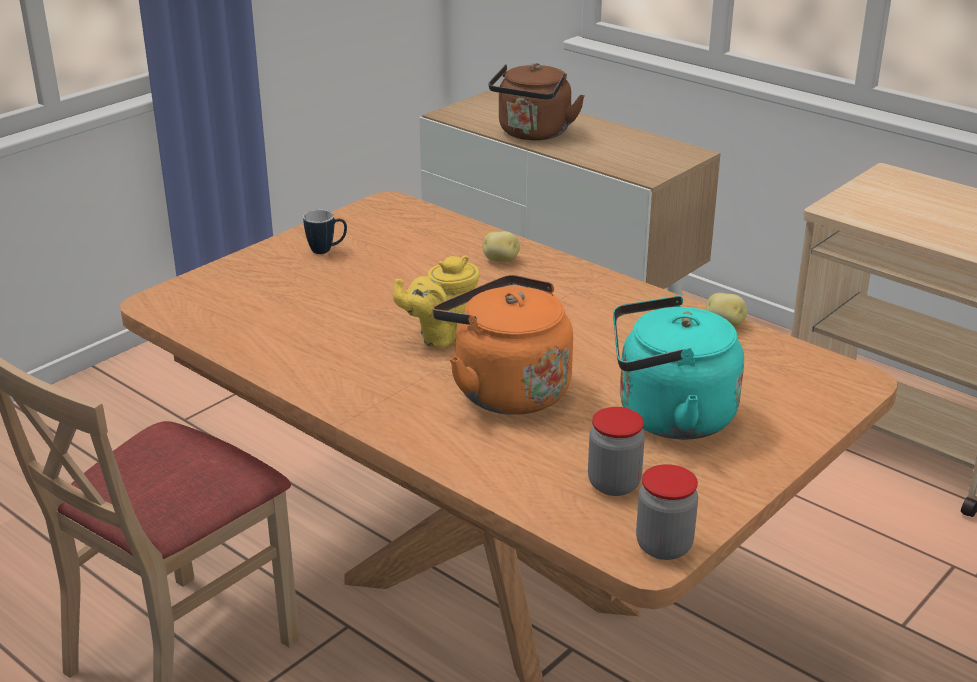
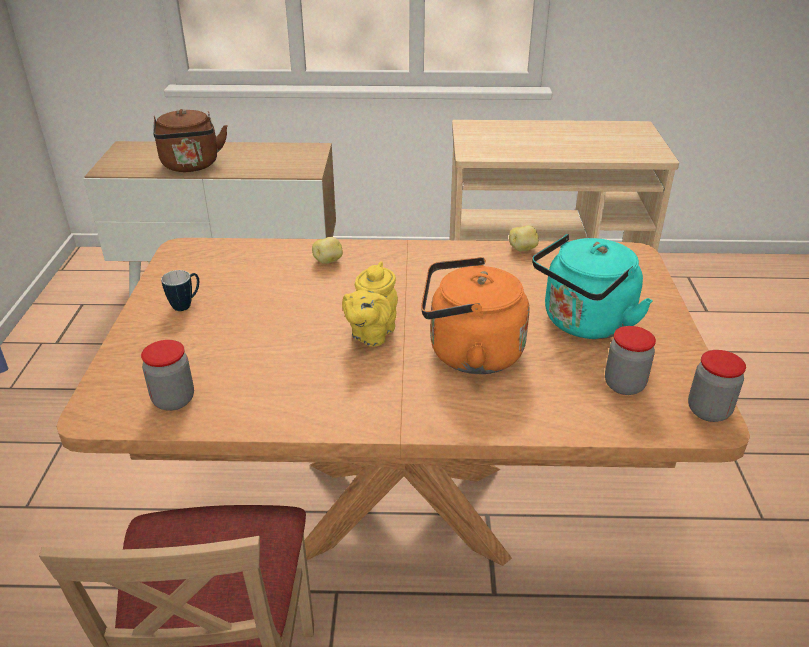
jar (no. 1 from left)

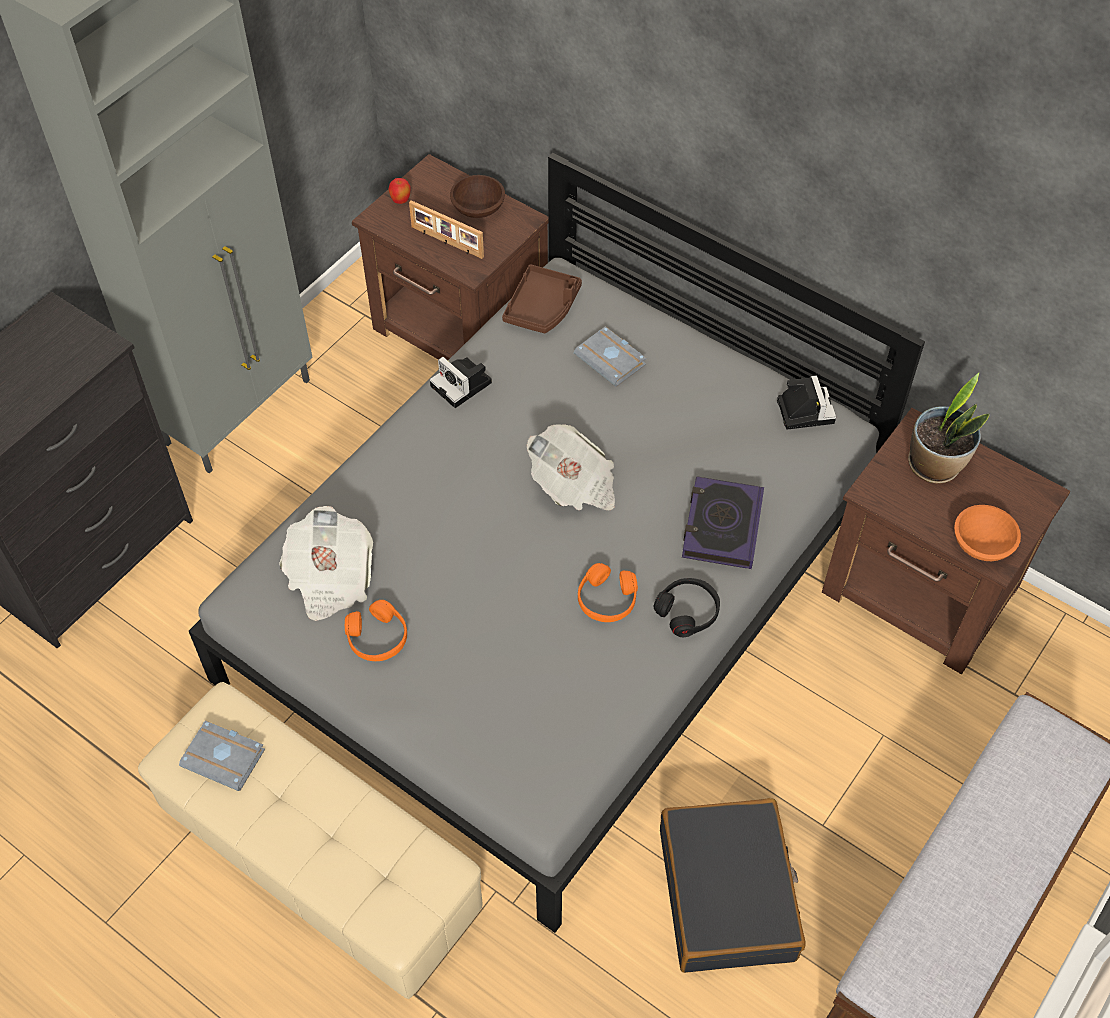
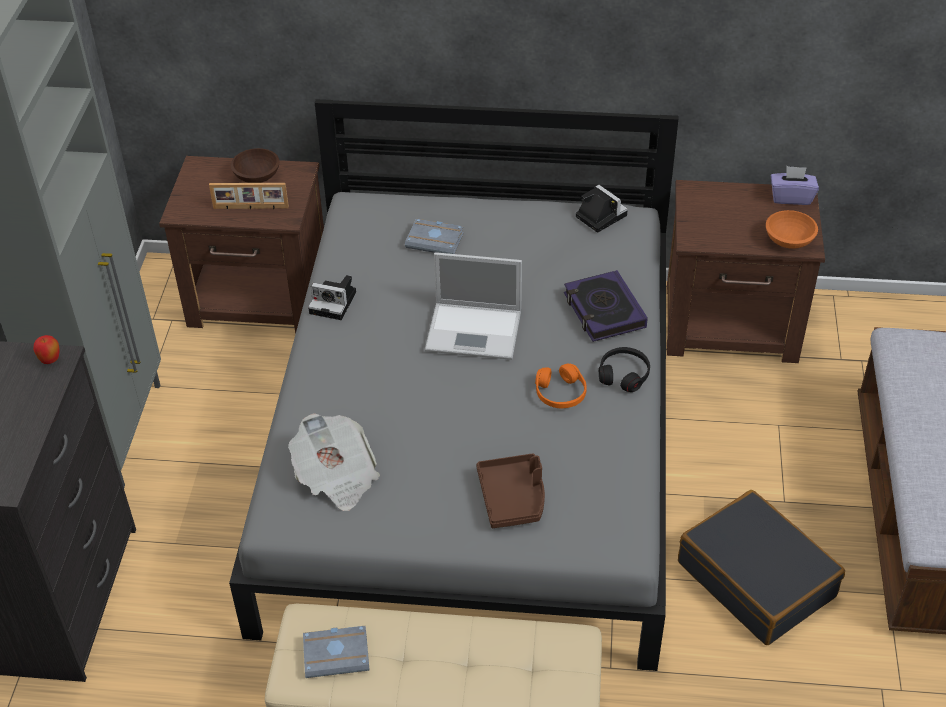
apple
laptop
tray (brown)
tissue box (purple)
headphones (orange) (no. 1 from left in the first image)
potted plant

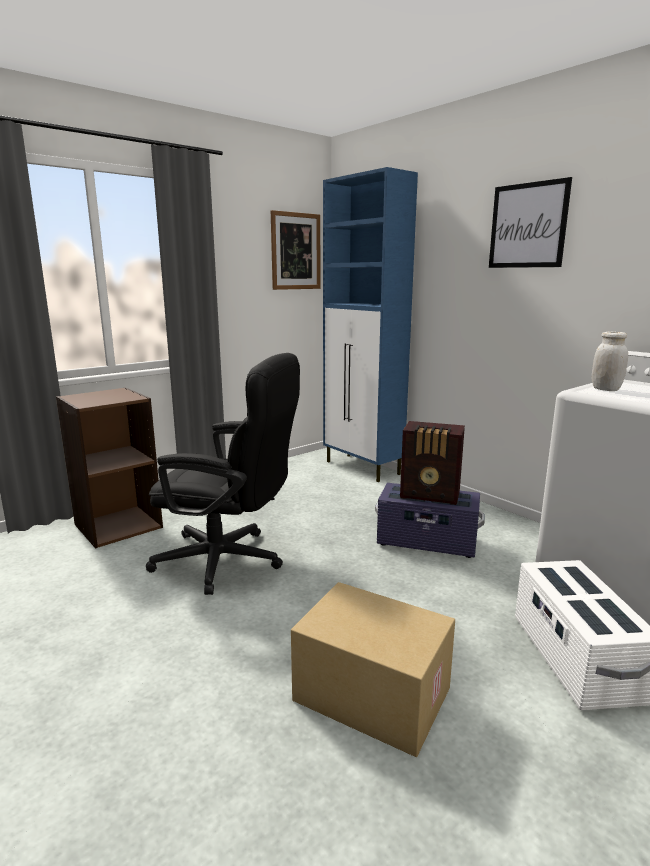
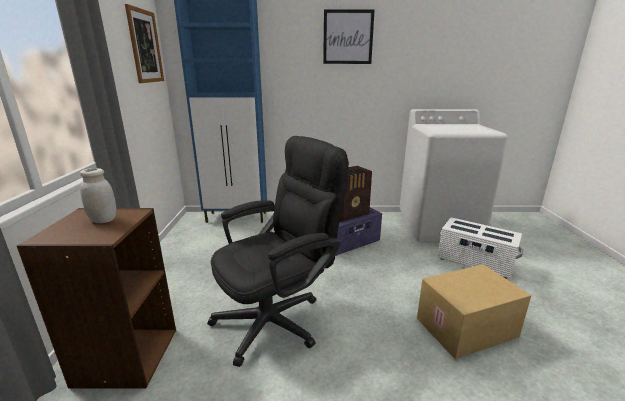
jar (white)

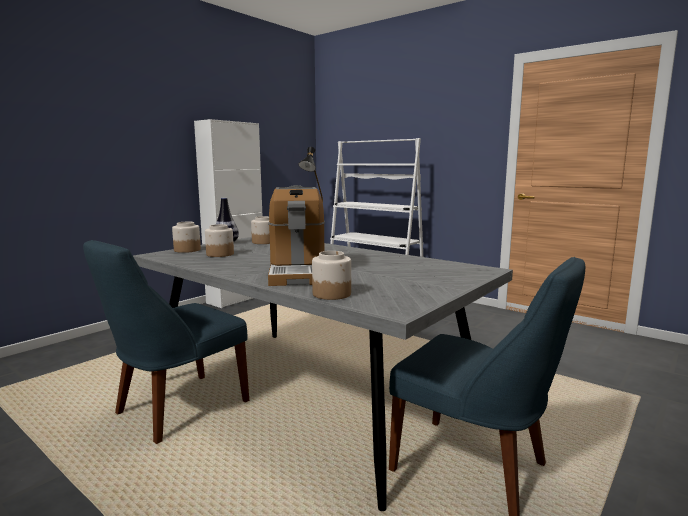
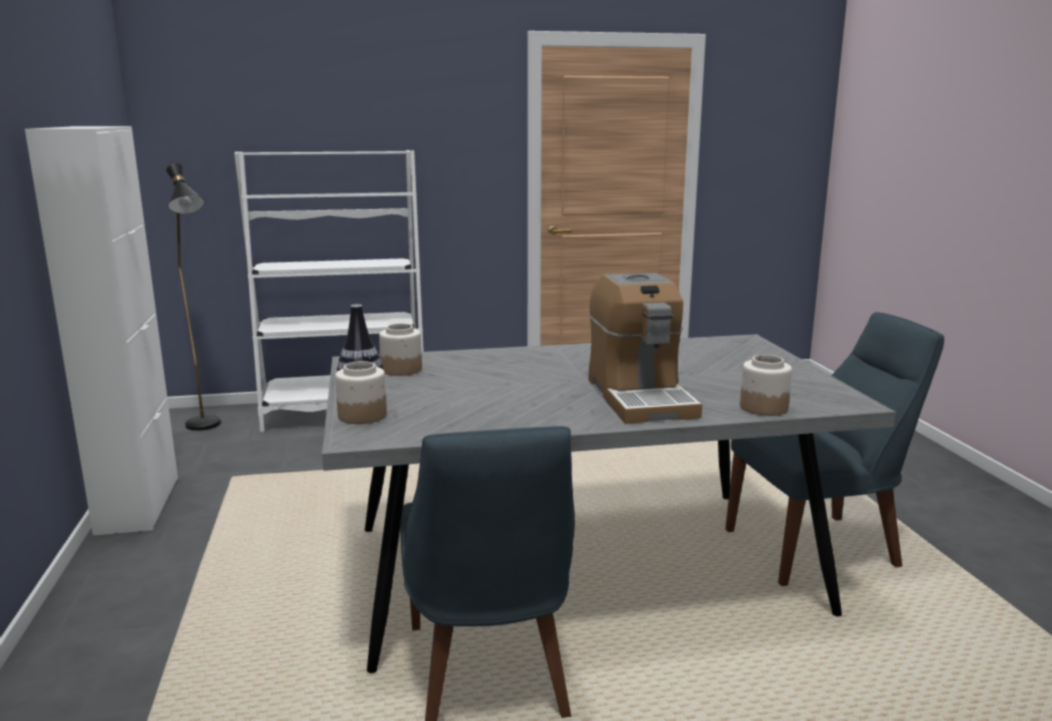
coffee machine
jar (no. 2 from left in the first image)

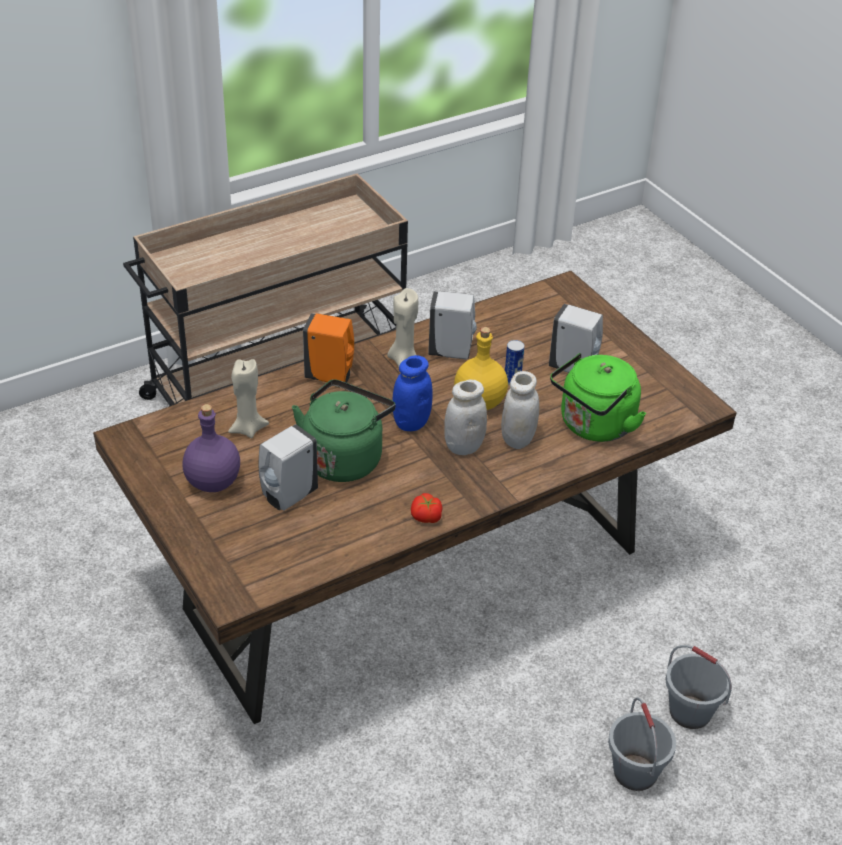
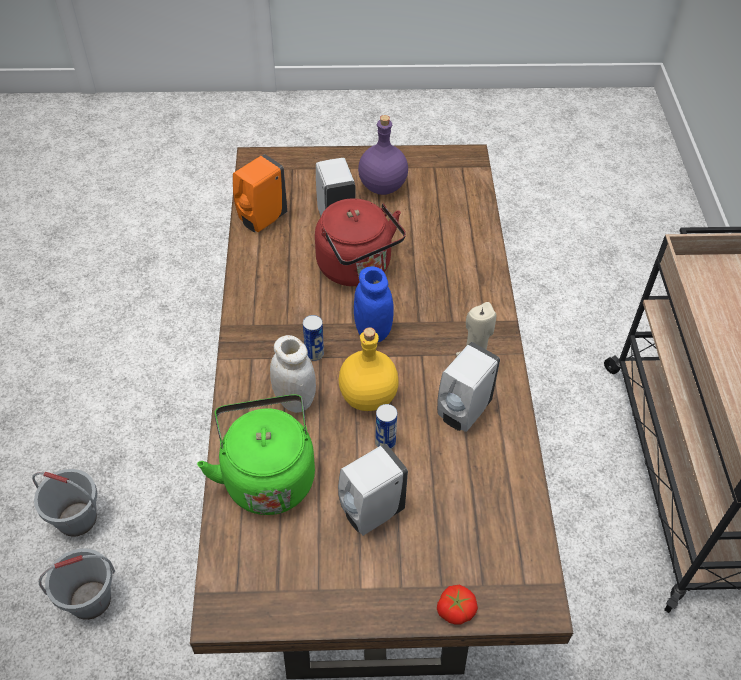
soap dispenser (orange)
can (no. 1 from left)
kettle (red)
tomato
candle (beige) (no. 1 from left in the first image)

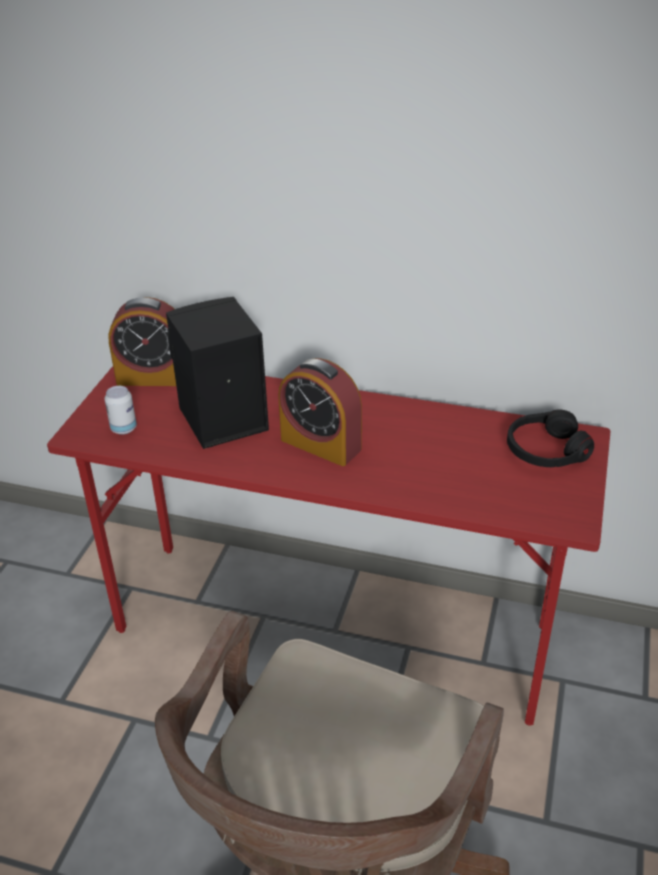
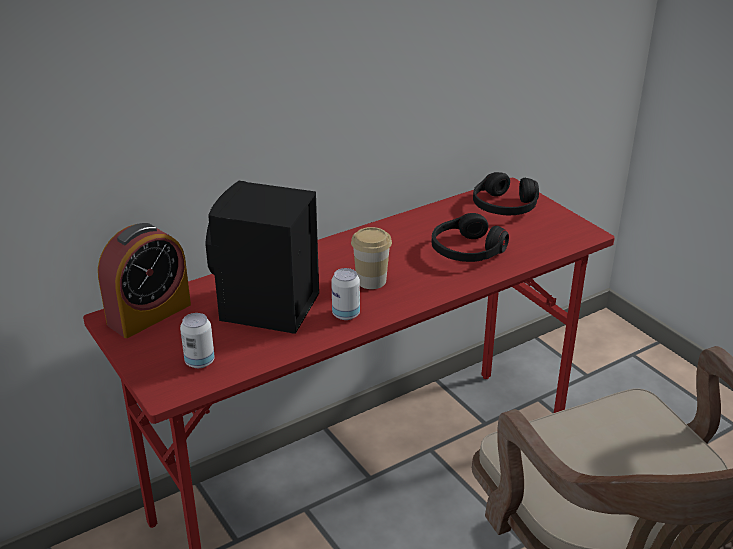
can (no. 2 from left)
cup
headphones (black) (no. 1 from left)

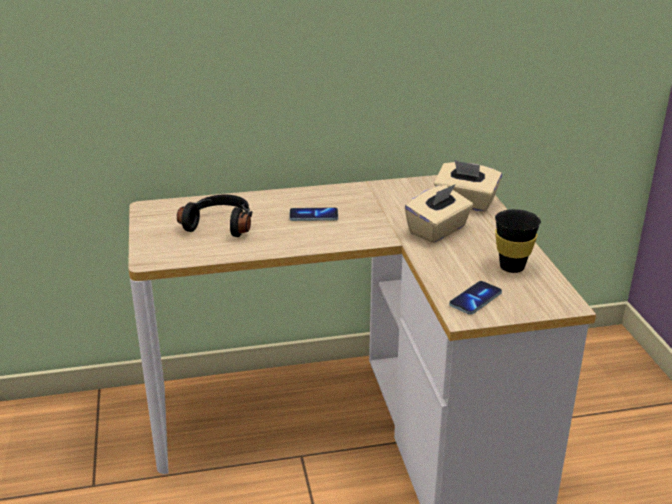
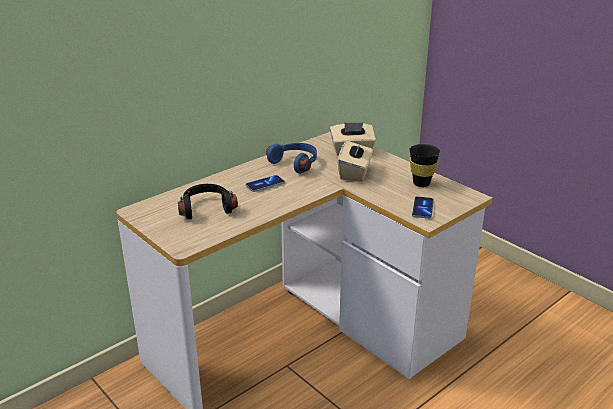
headphones (blue)

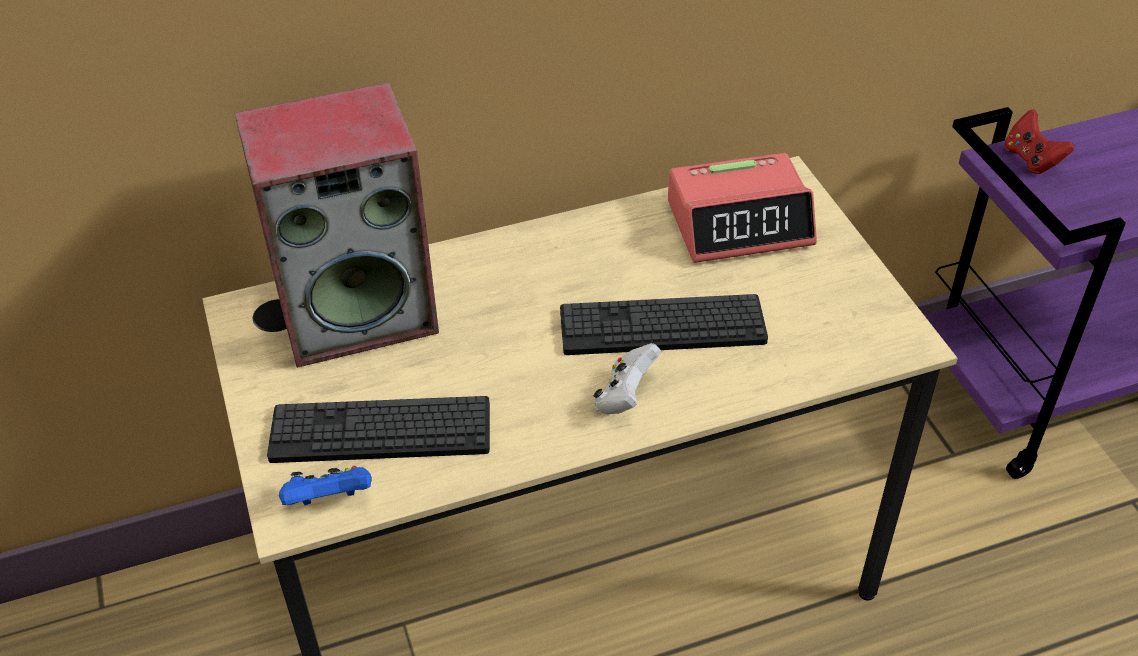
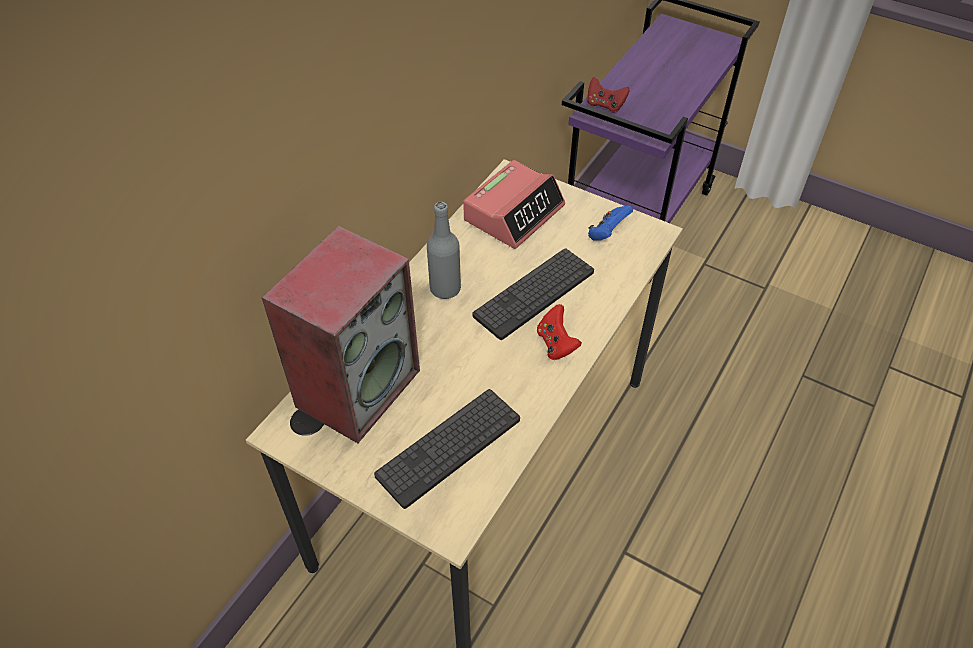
bottle (grey)
game controller (red) (no. 1 from left)
game controller (blue)

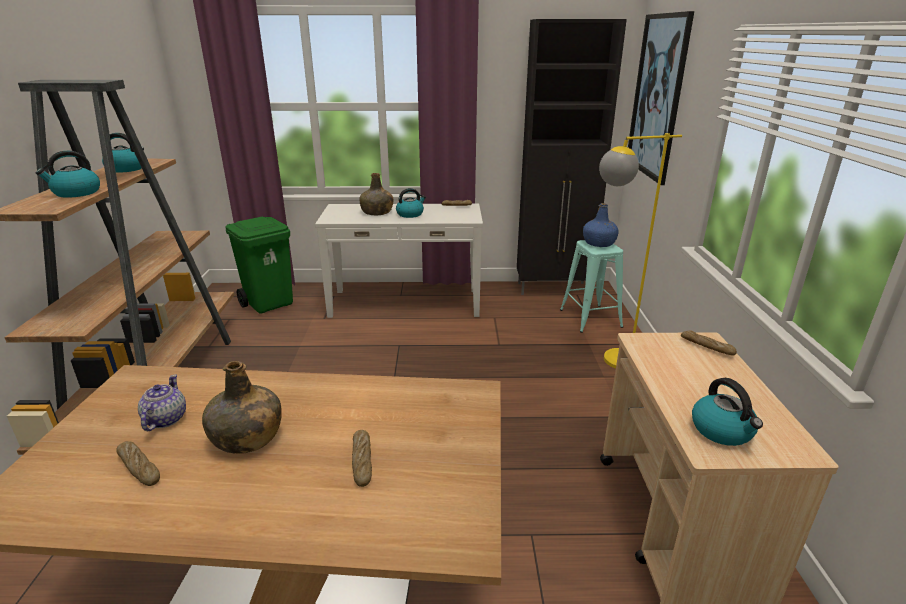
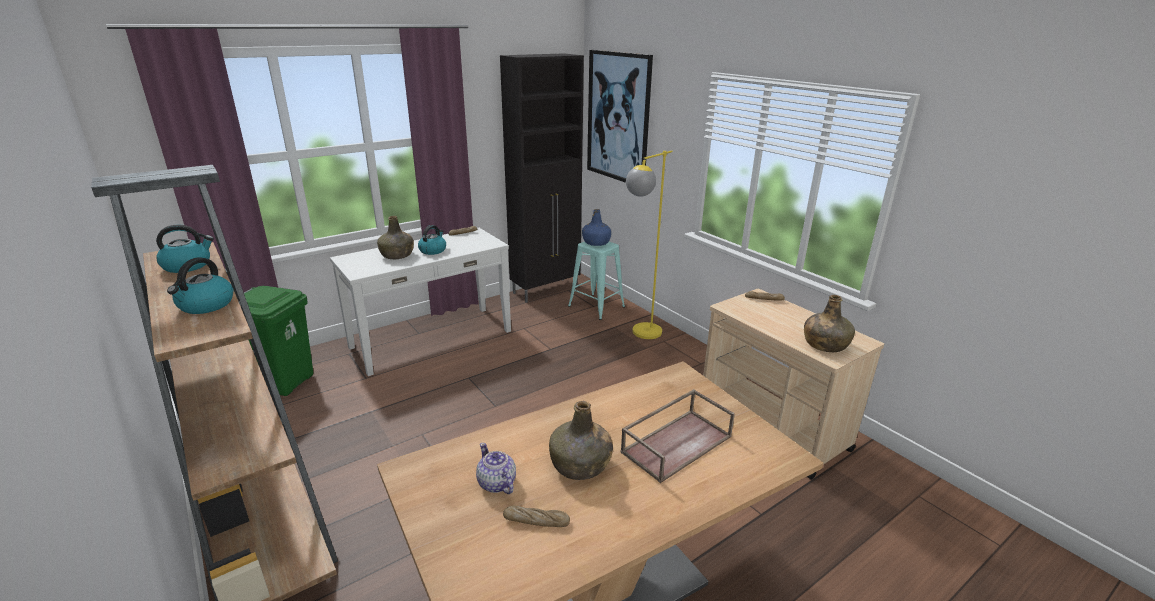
tray (brown)
bottle (green) (no. 3 from left)

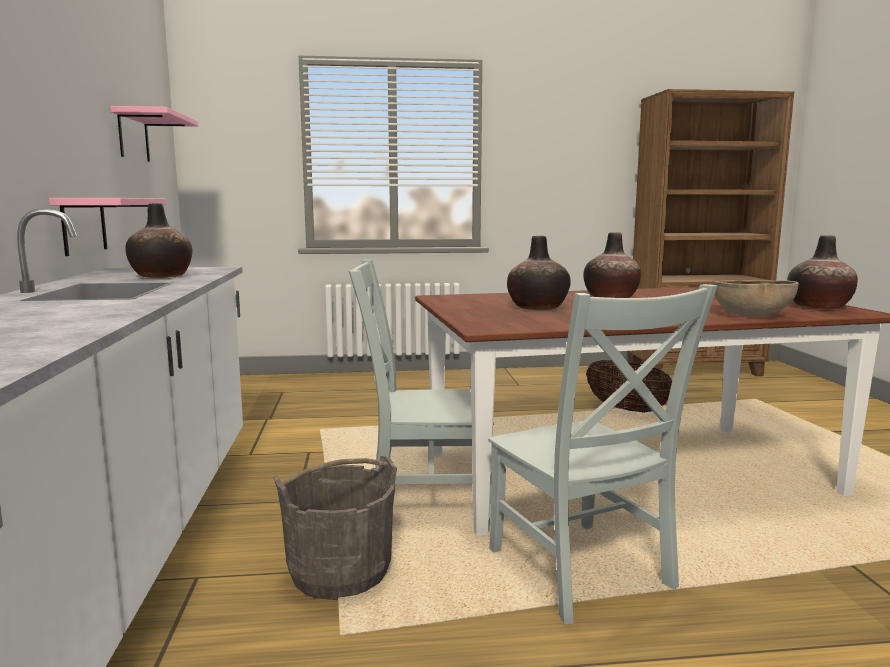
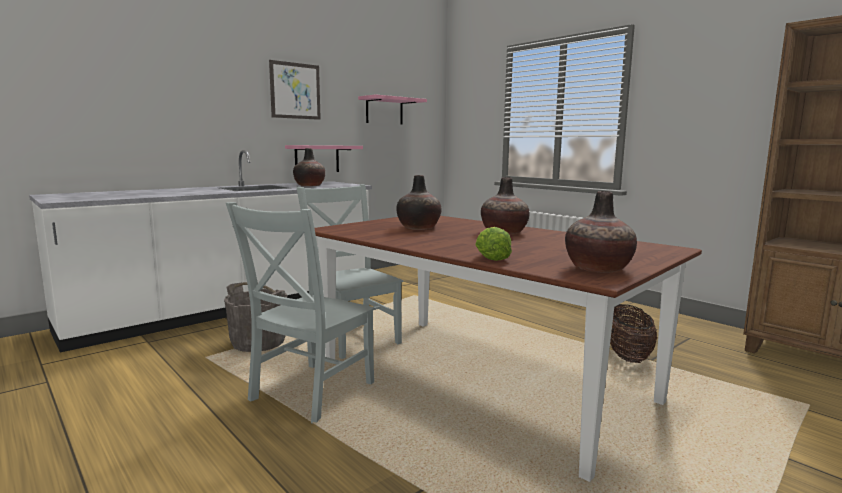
picture
lettuce

